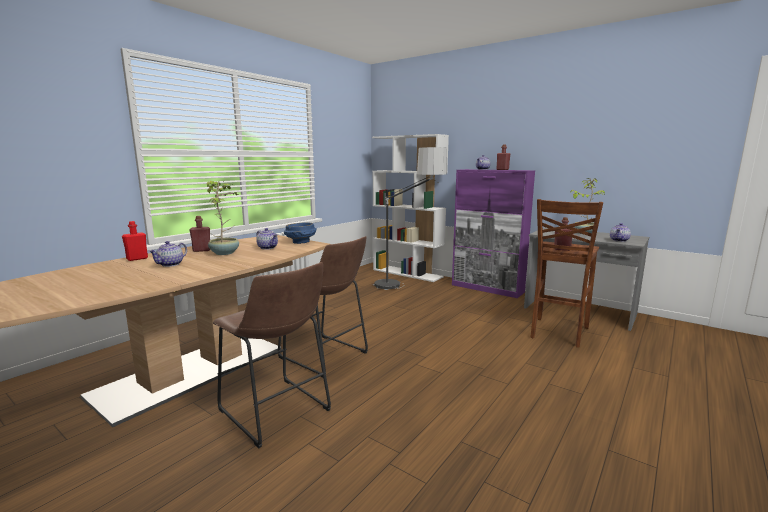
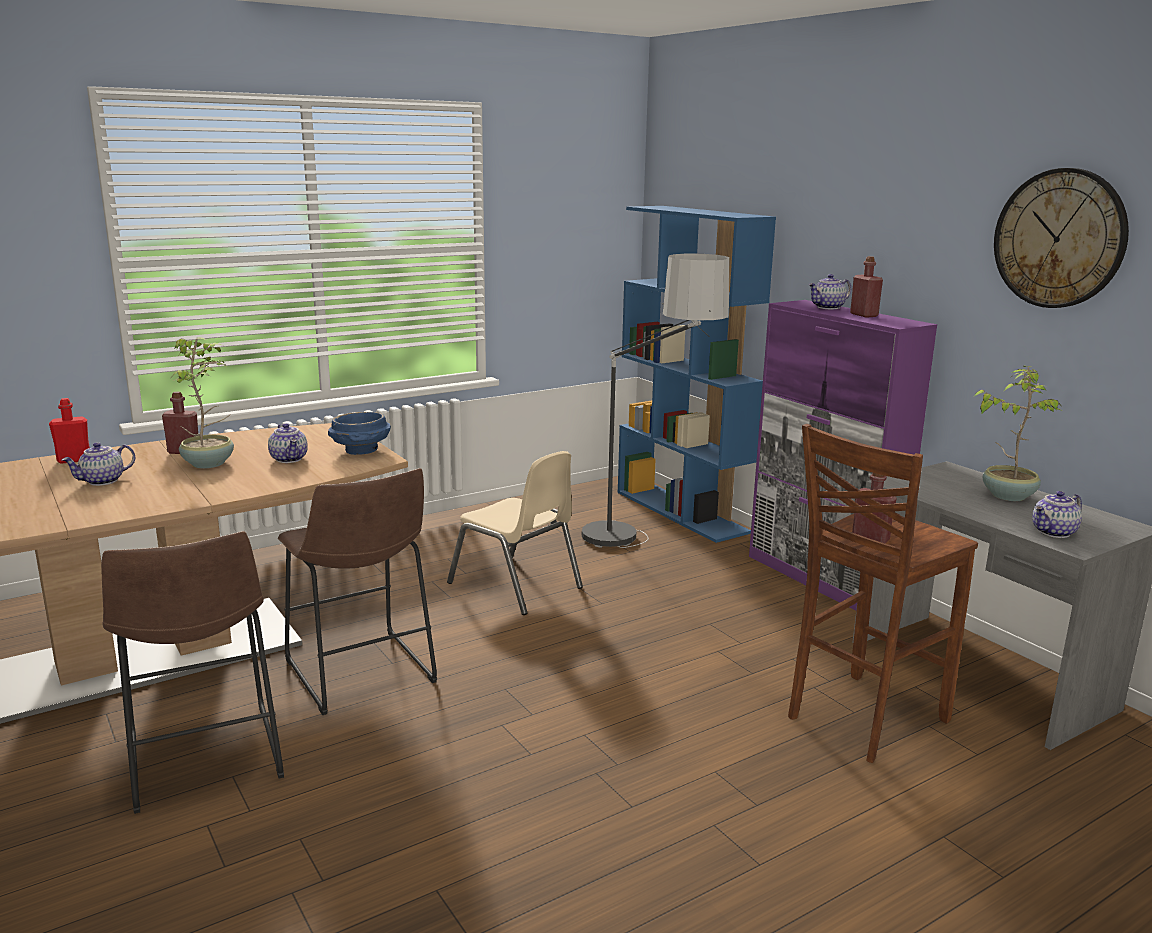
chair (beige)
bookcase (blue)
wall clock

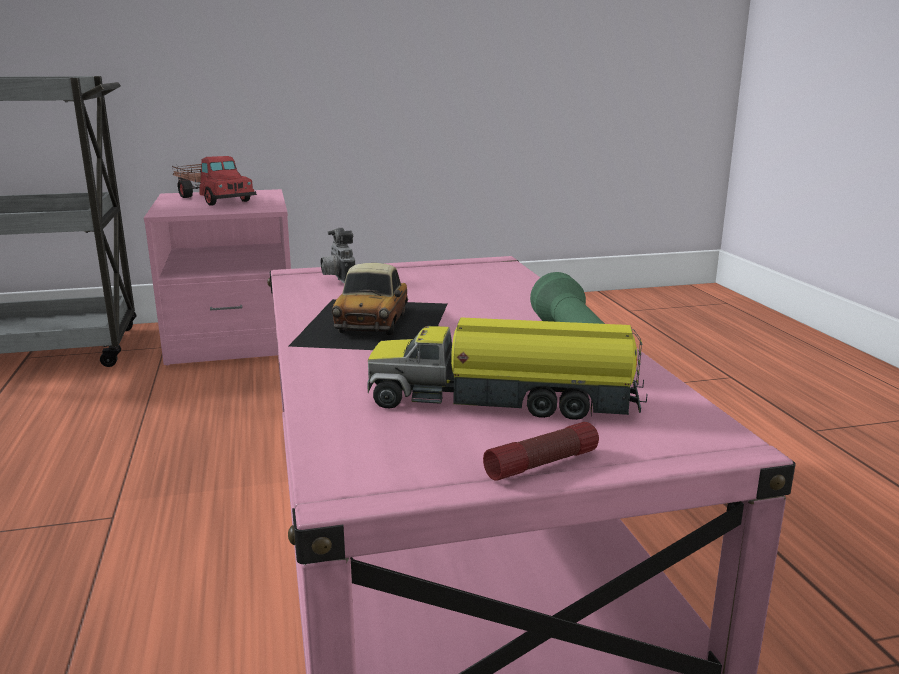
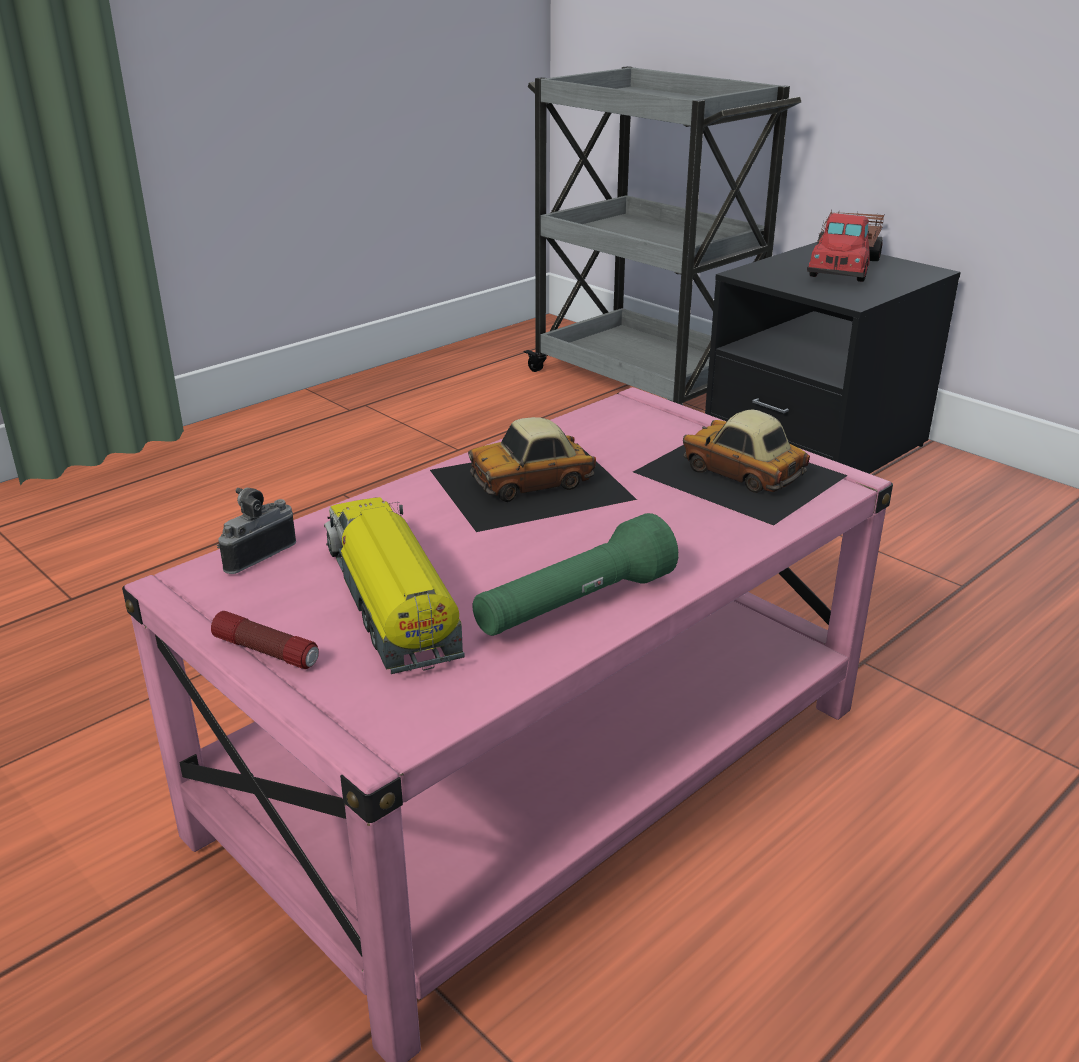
photo camera
toy car (no. 2 from left)
nightstand (black)

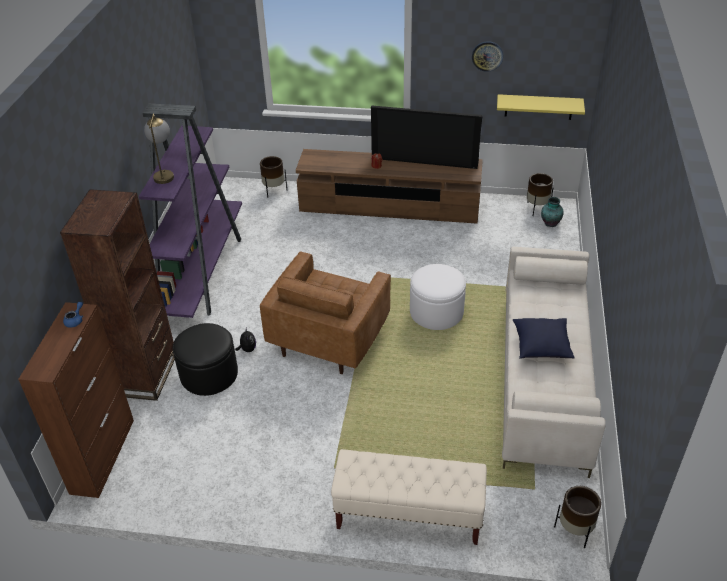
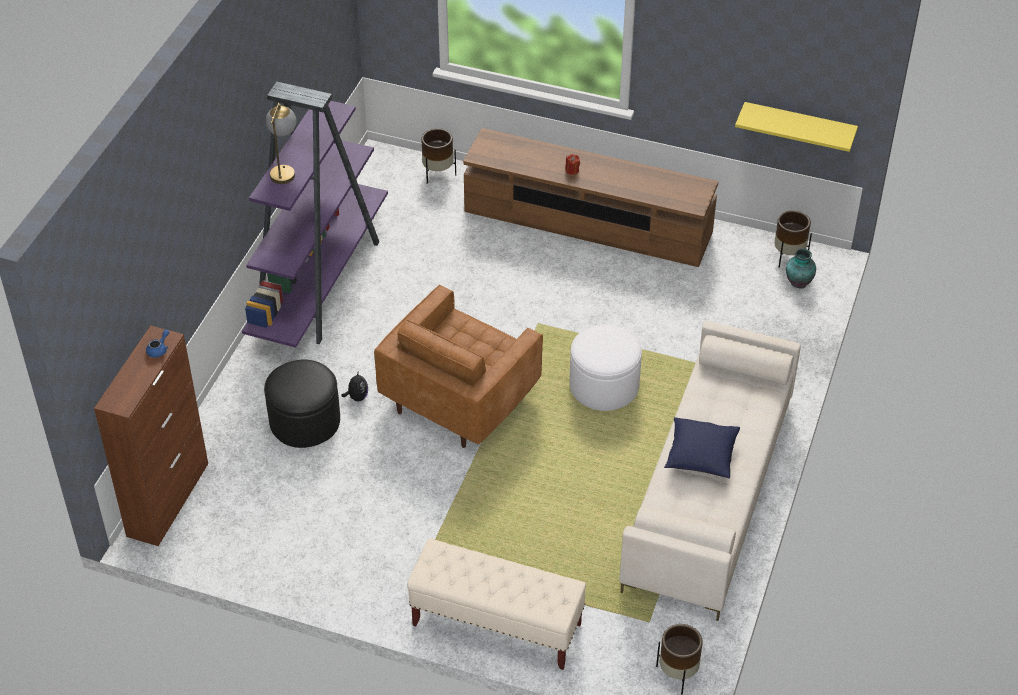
bookcase (brown)
television
wall clock

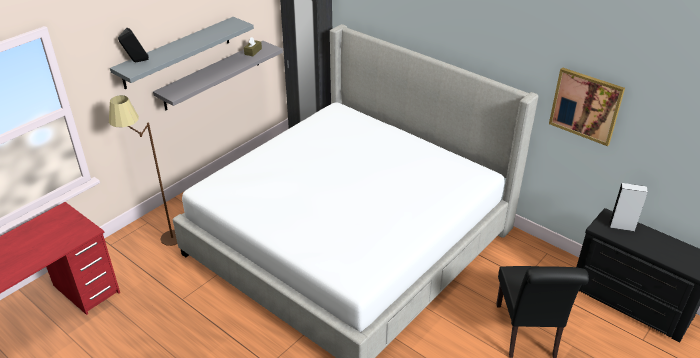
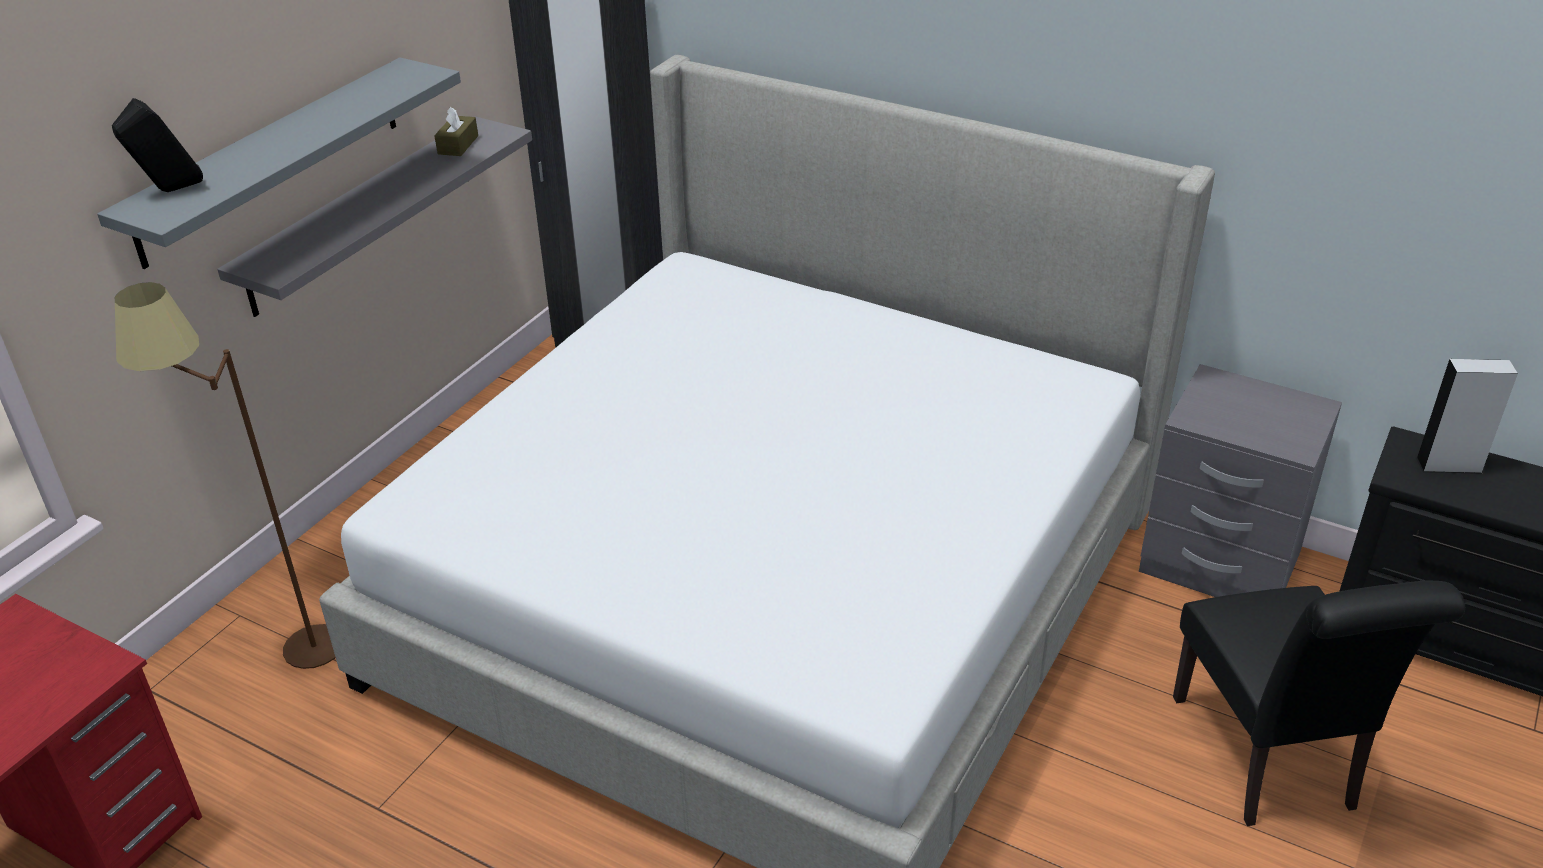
nightstand (grey)
picture

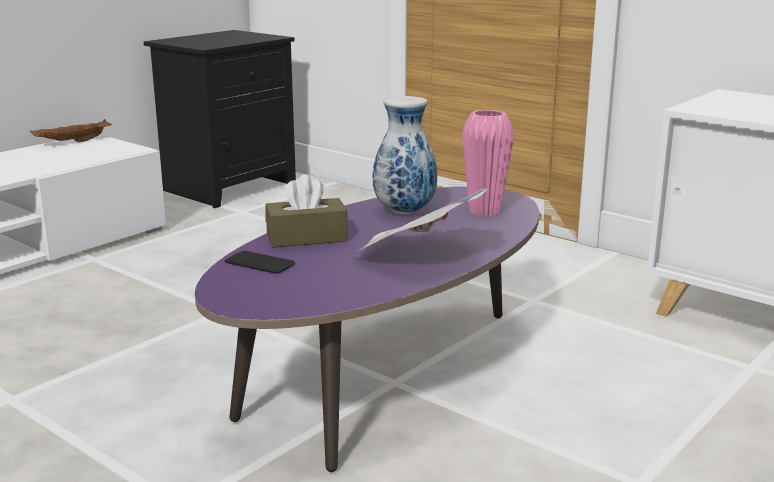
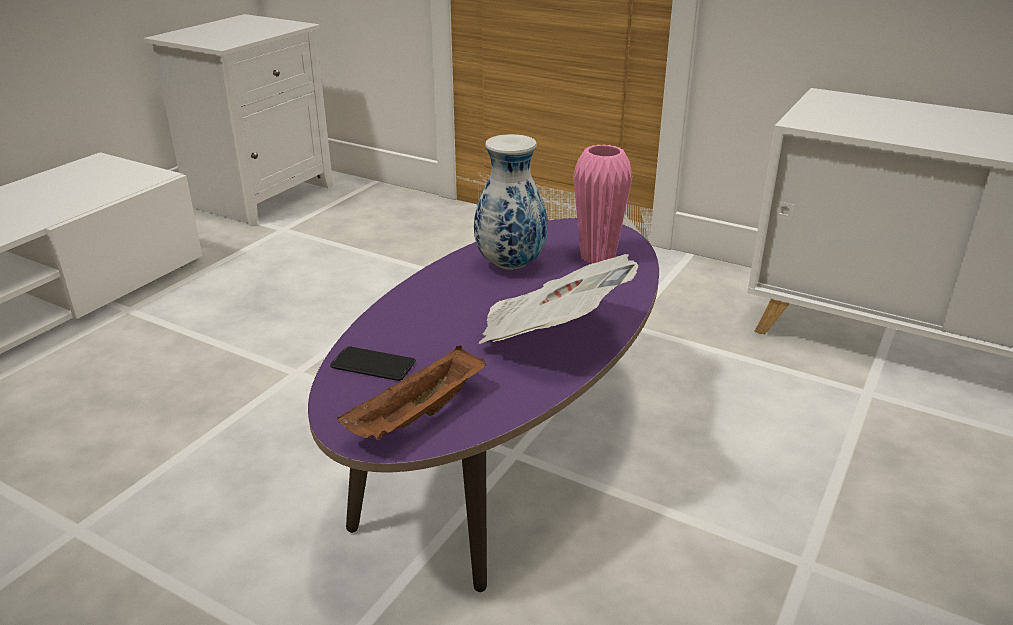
nightstand (white)
tray (brown)
tissue box (brown)

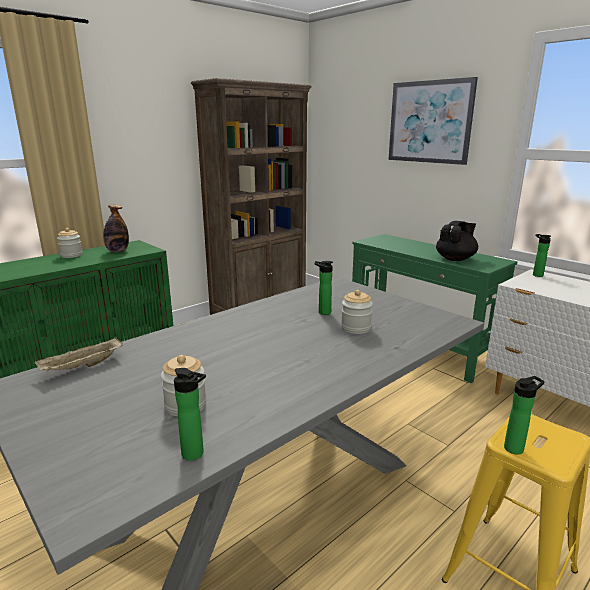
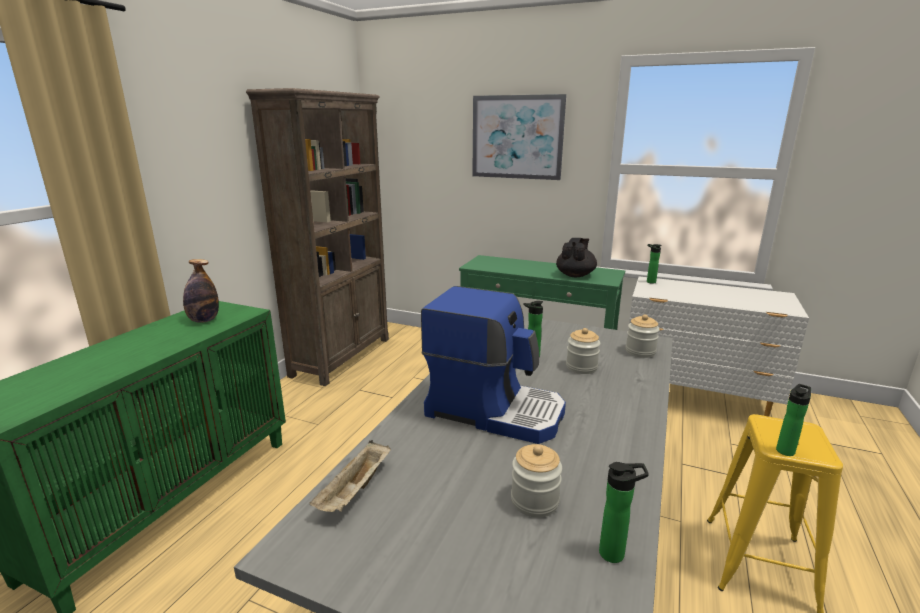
coffee machine
jar (no. 3 from left)

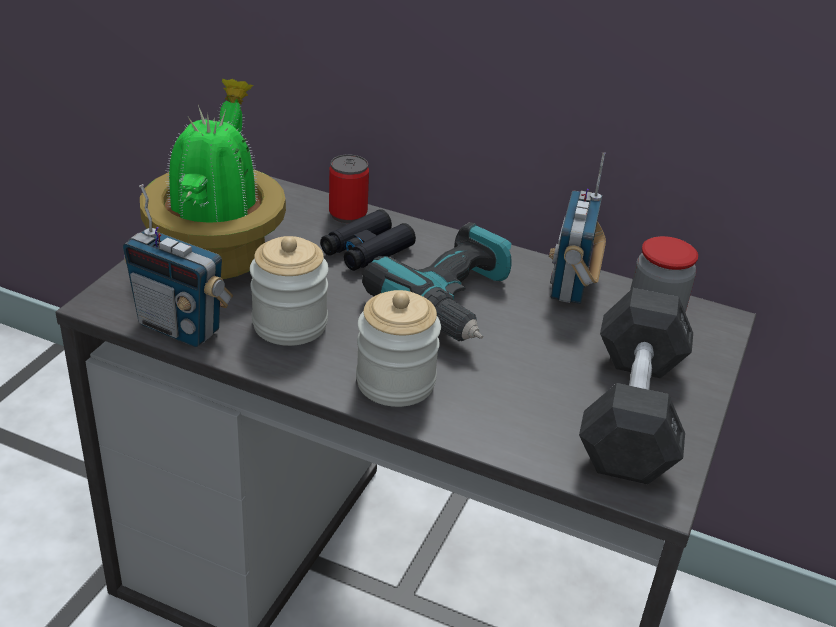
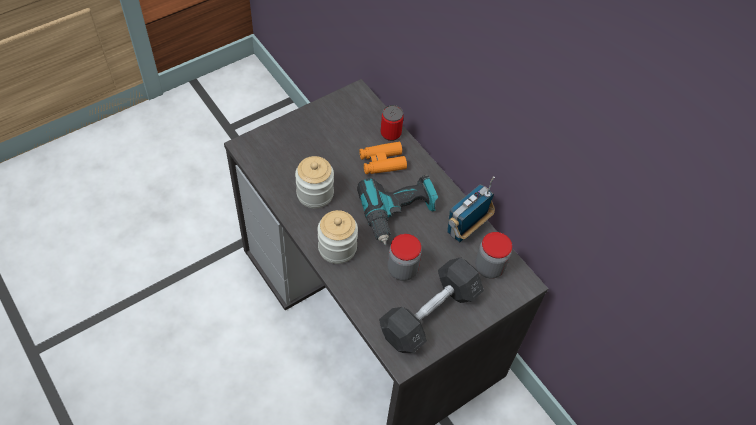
binoculars (orange)
jar (no. 3 from left)
radio (no. 1 from left in the first image)
potted plant

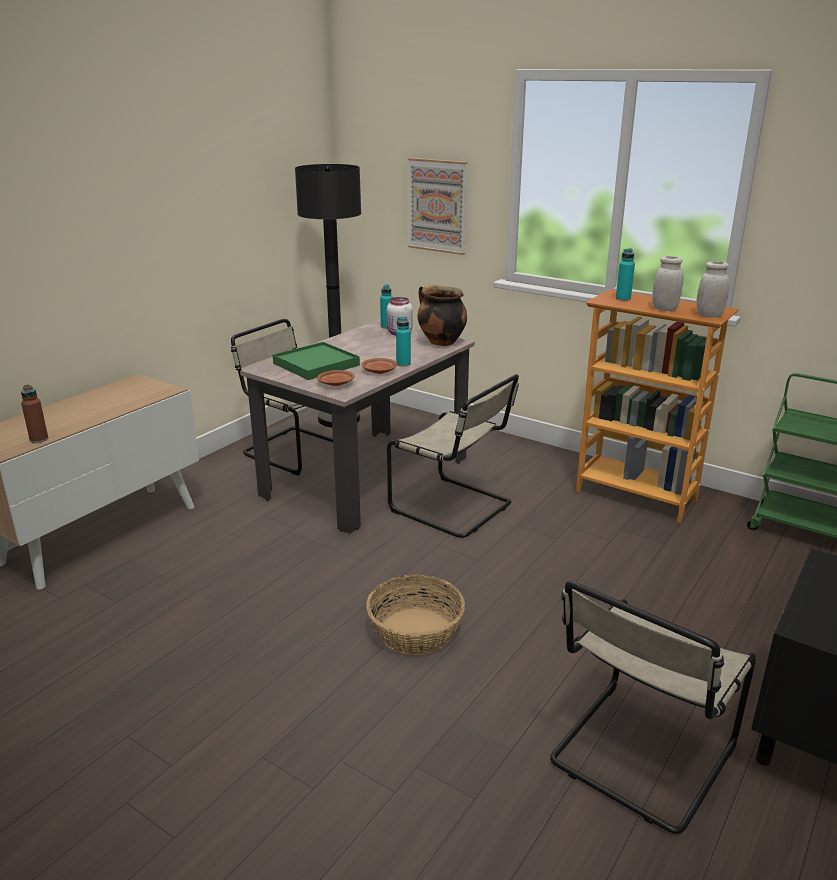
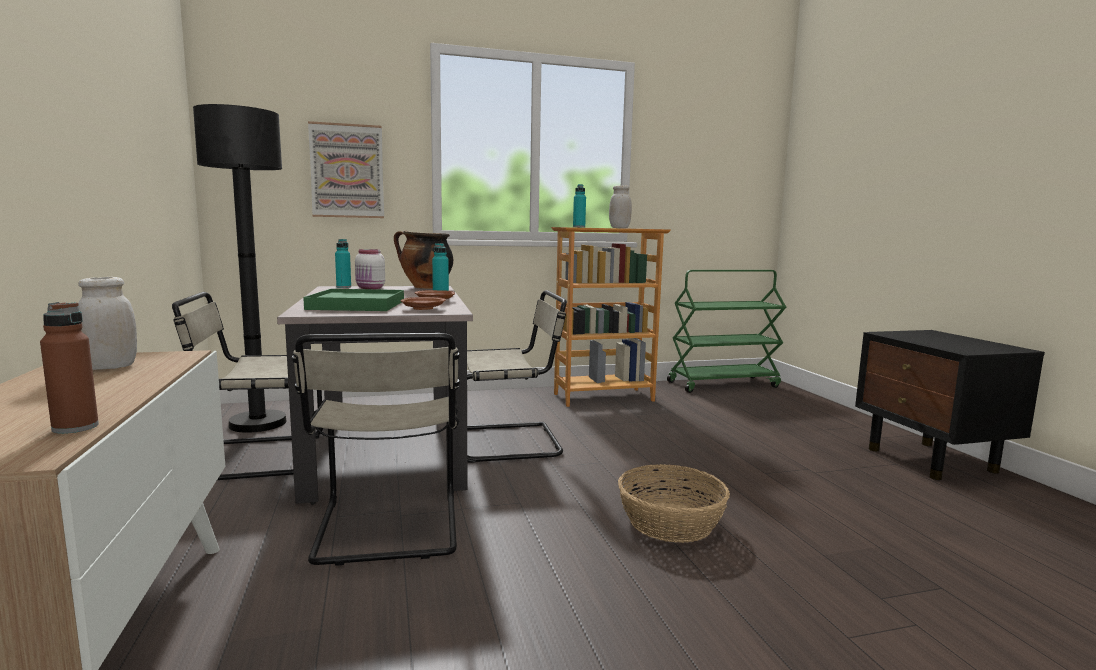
jar (white) (no. 1 from left)
chair (beige) (no. 2 from left)

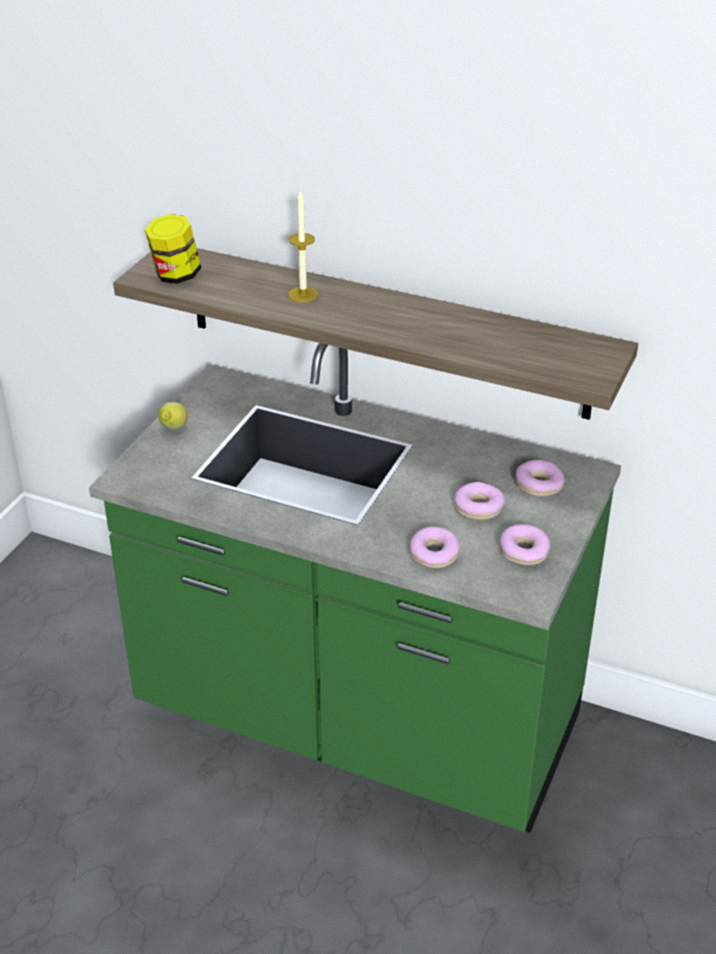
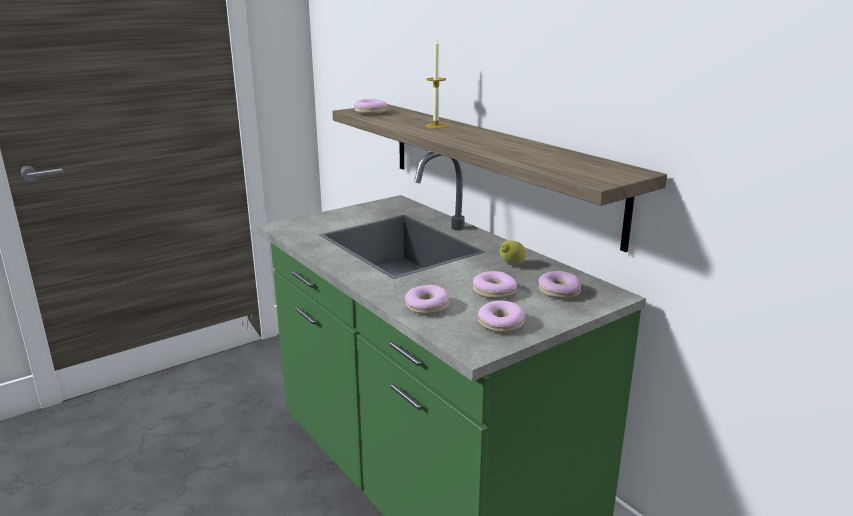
donut (no. 1 from left)
lemon

